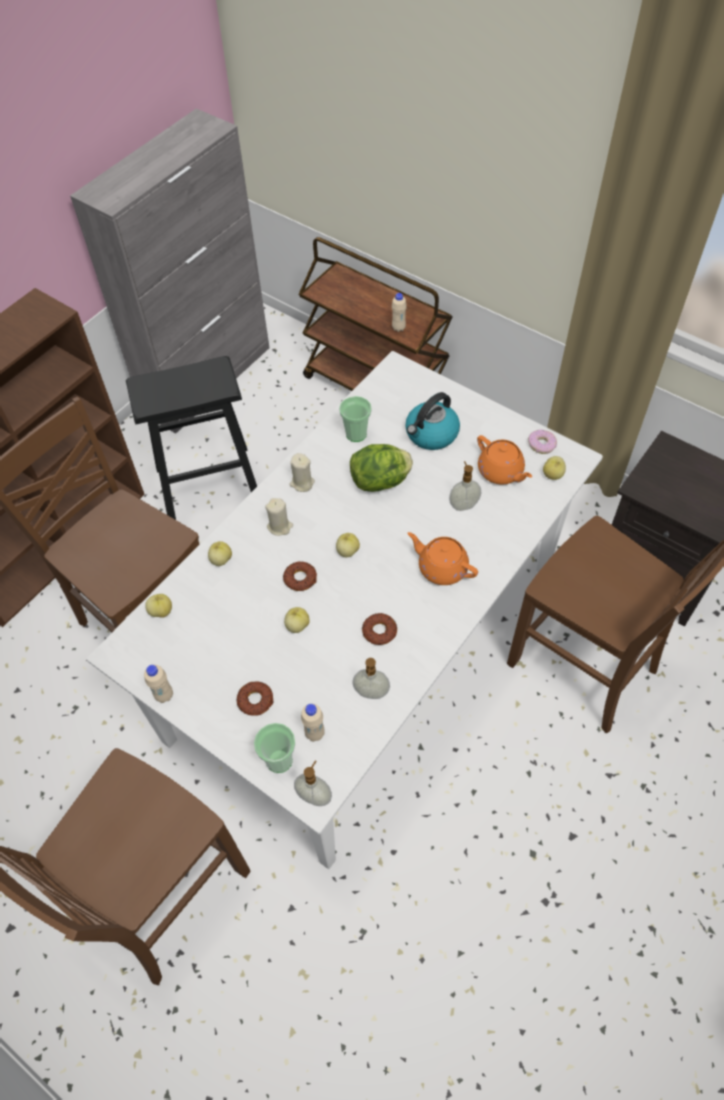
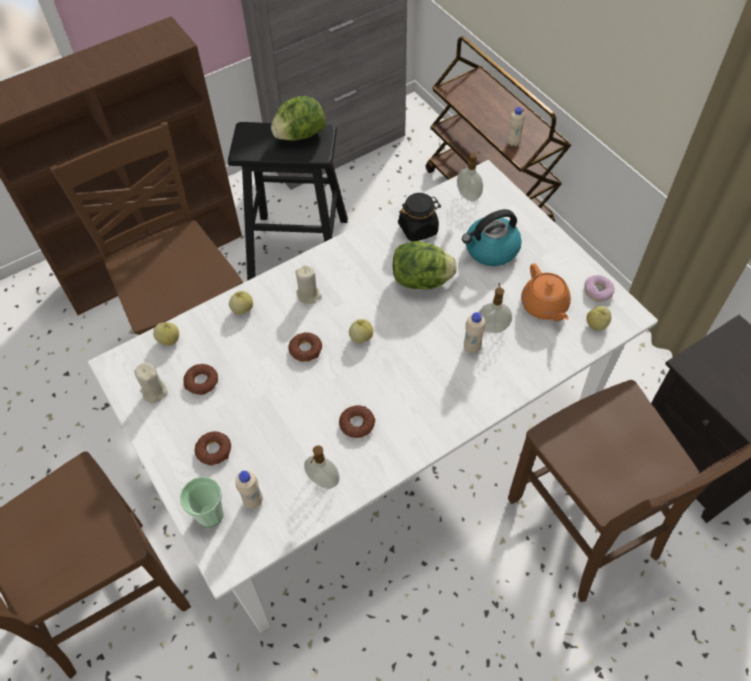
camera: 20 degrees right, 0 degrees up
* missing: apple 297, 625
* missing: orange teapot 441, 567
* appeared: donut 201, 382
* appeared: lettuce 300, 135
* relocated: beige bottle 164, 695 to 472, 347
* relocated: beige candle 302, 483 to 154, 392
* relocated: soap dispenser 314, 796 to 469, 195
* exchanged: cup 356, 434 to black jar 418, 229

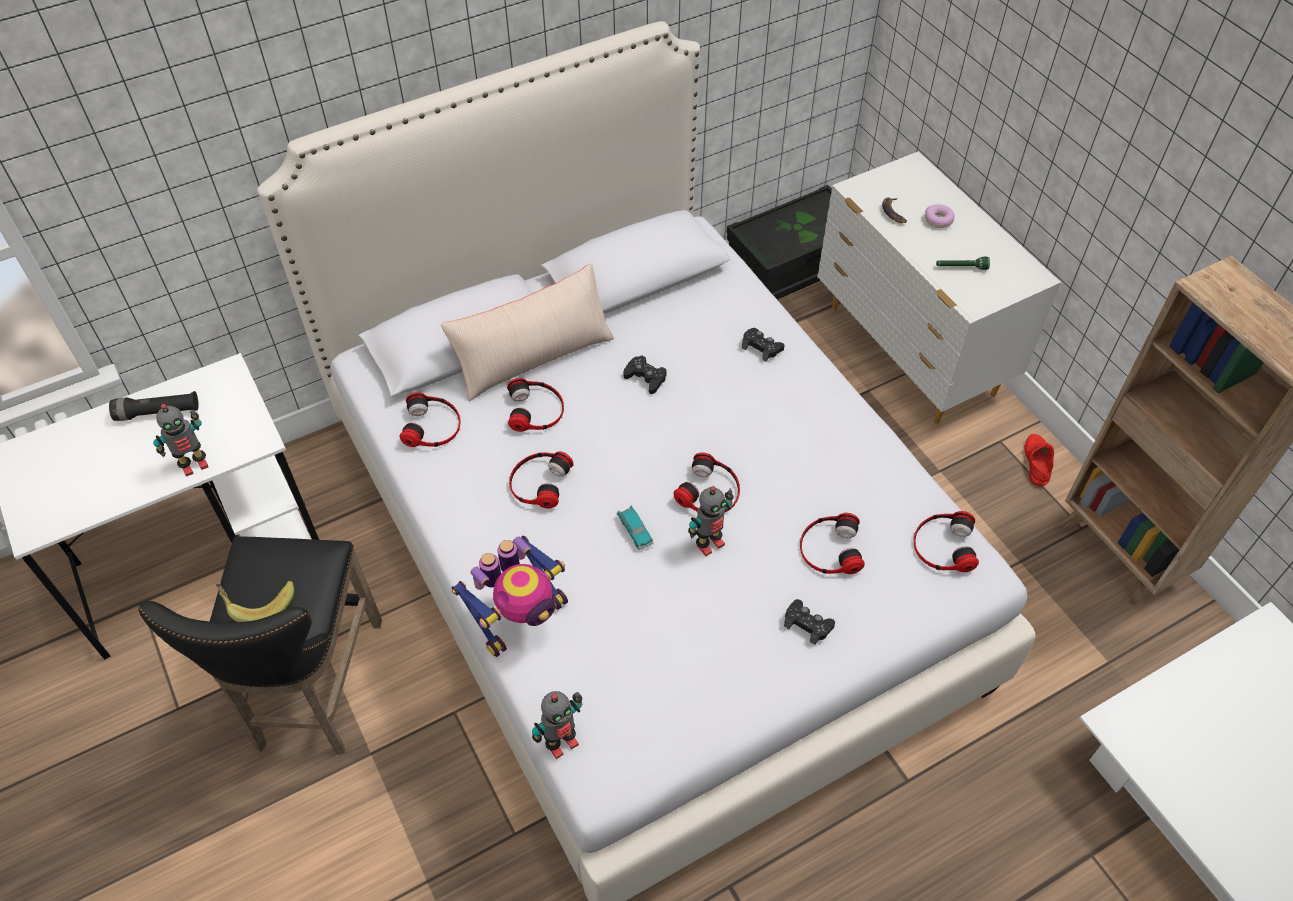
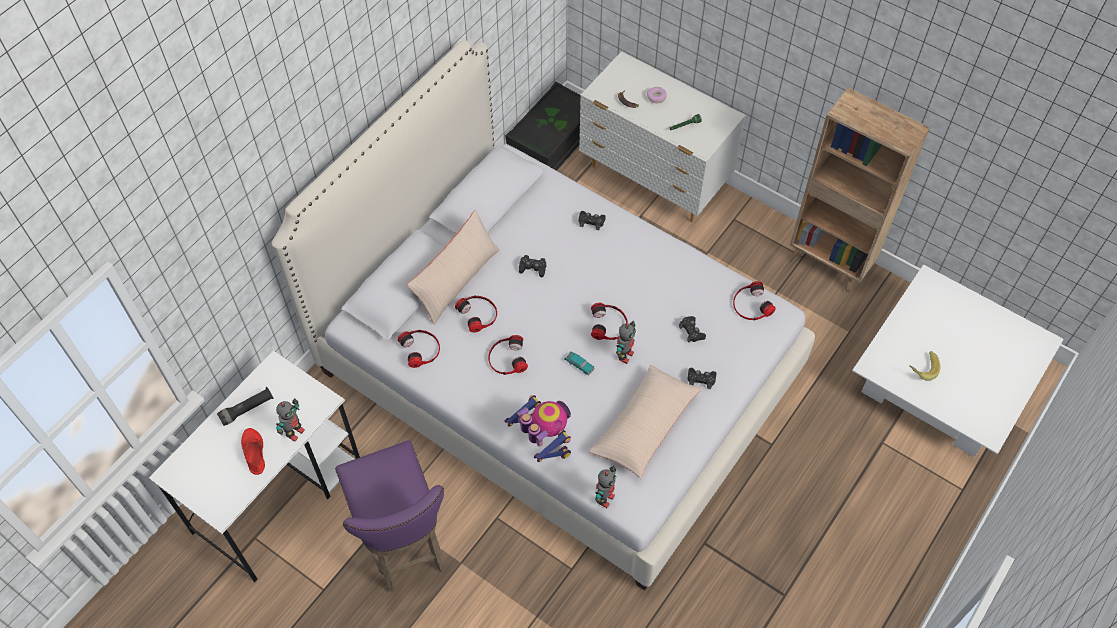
camera: 25 degrees left, 5 degrees up
* appeared: beige pillow 644, 426
* relocated: banana 259, 603 to 921, 369
* relocated: red shoe 1035, 462 to 253, 453
* exchanged: headphones 829, 549 to black game controller 691, 331
* colour: black stool 312, 692 to purple stool 402, 543
* spun: toy robot 520, 617 = 543, 441 60 degrees counterclockwise

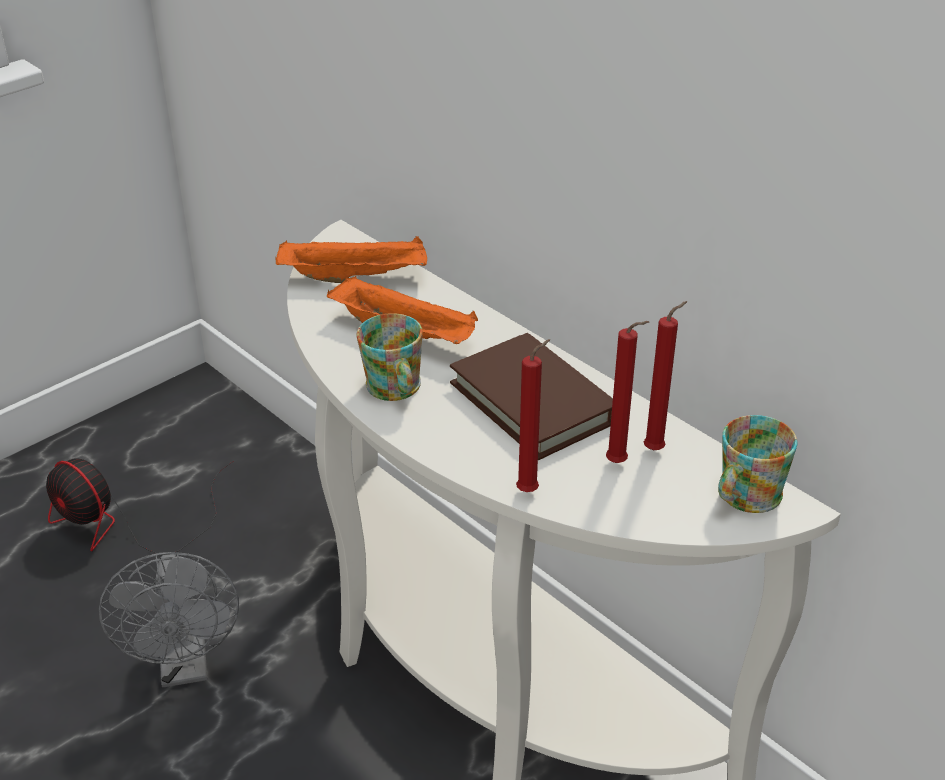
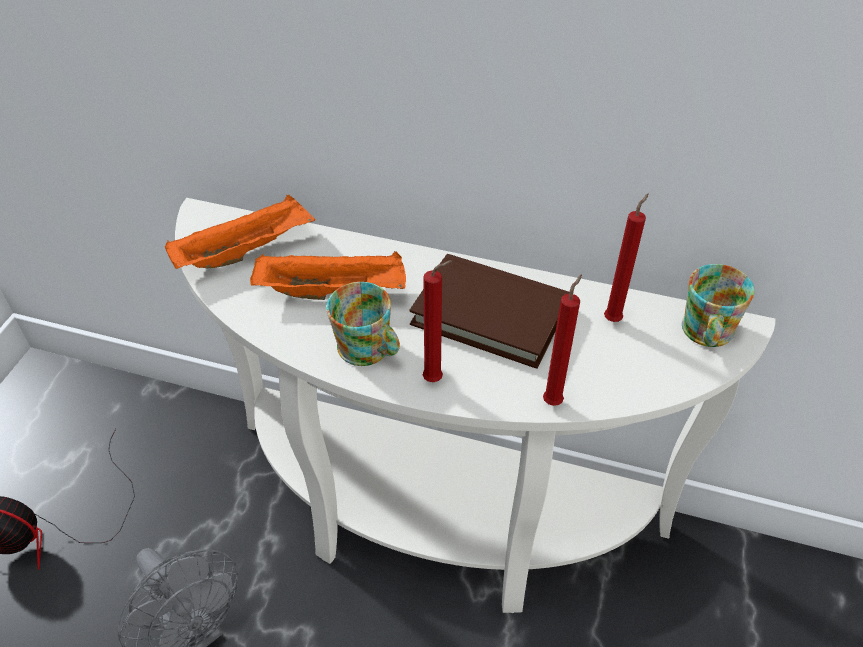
camera: 30 degrees left, 10 degrees up
* relocated: red candle 619, 464 to 436, 379

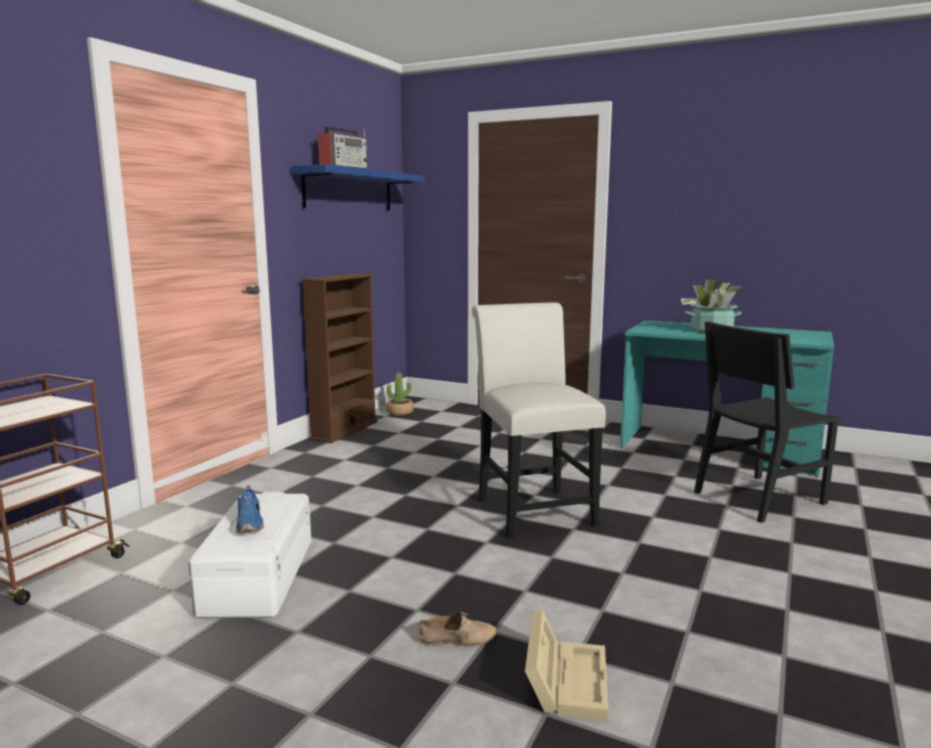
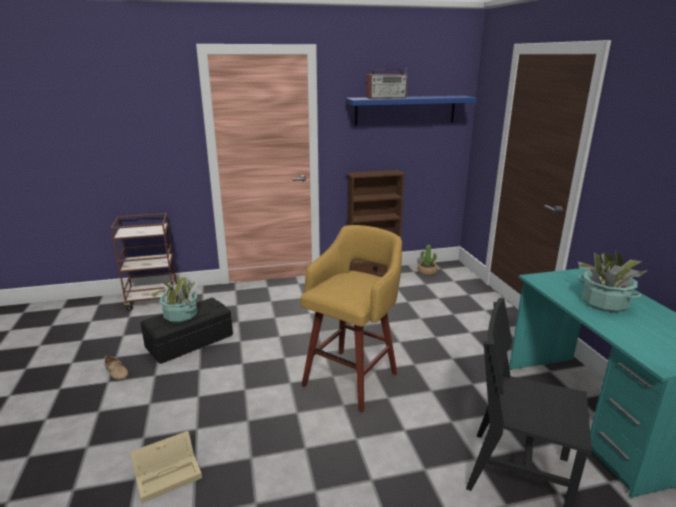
camera: 50 degrees right, 10 degrees up
* relocated: beige shoe 458, 638 to 117, 371
* exchanged: blue shoe 250, 524 to potted plant 181, 315
* exchanged: white chair 531, 508 to yellow stool 352, 377
* colour: white storage box 257, 577 to black storage box 190, 341

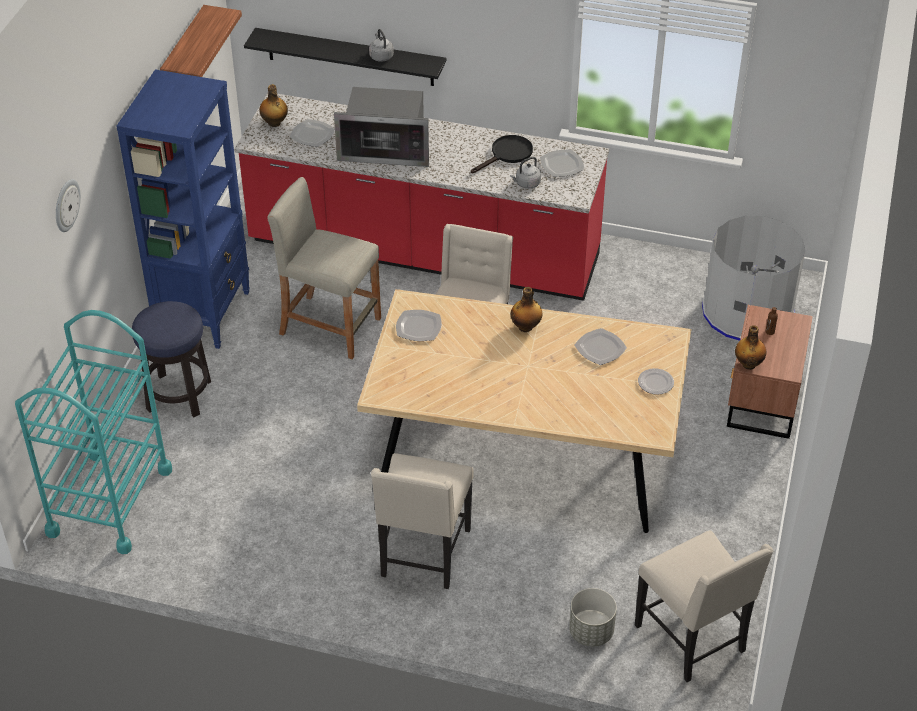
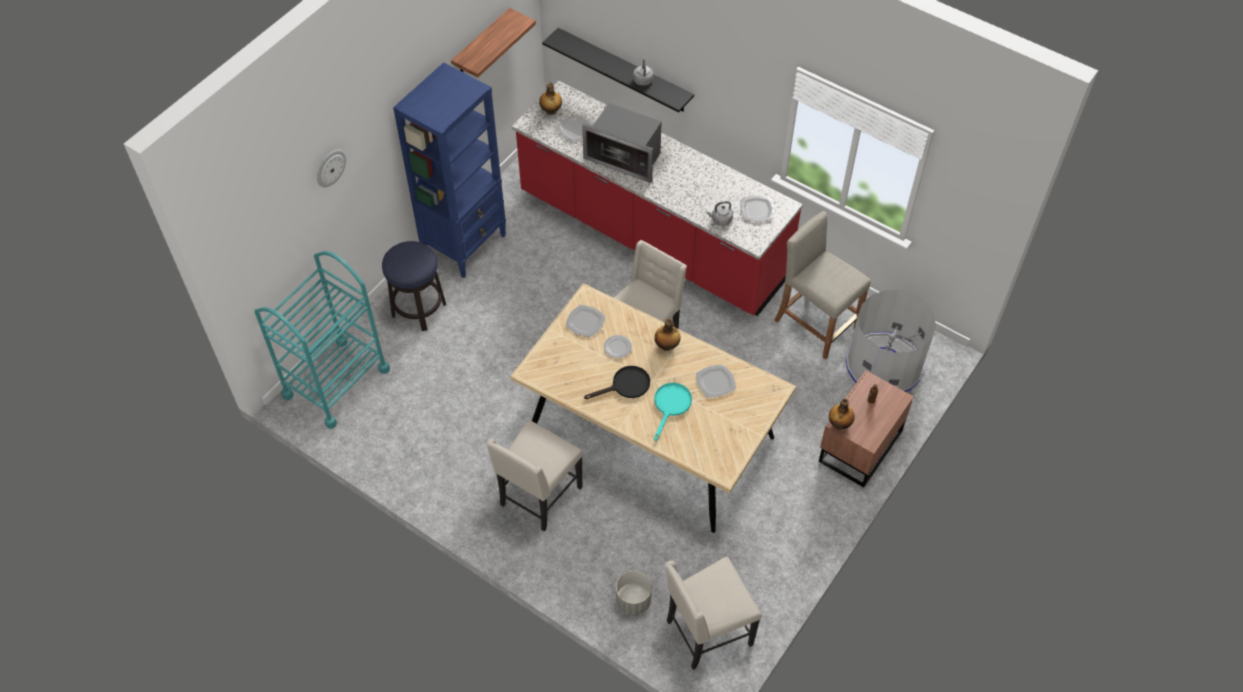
camera: 20 degrees right, 10 degrees up
* appeared: turquoise frying pan 671, 406
* relocated: beige stool 330, 326 to 816, 324
* relocated: black frying pan 507, 154 to 626, 386
* relocated: plate 656, 383 to 618, 348
* spun: beige chair 693, 639 = 707, 633 75 degrees clockwise

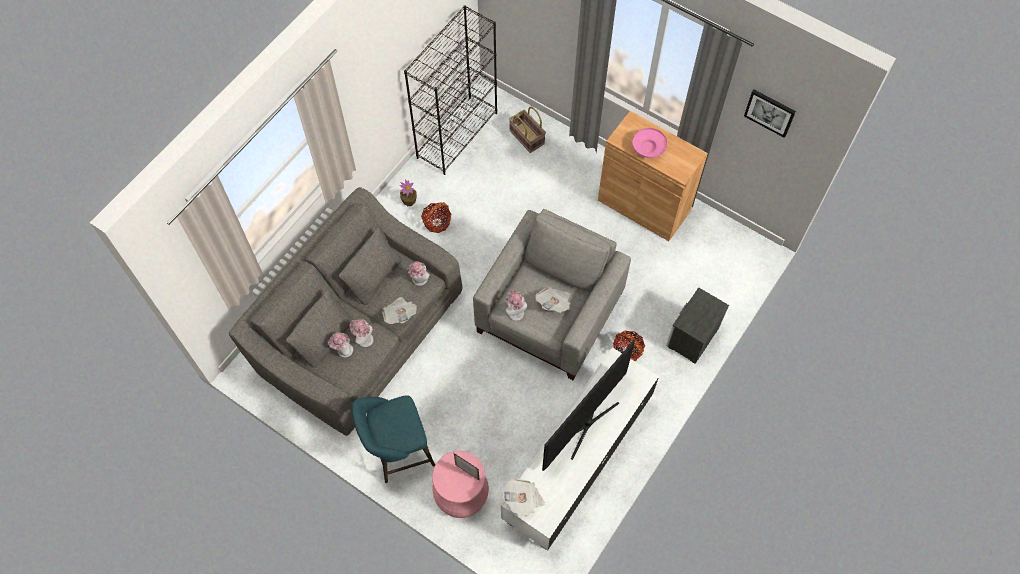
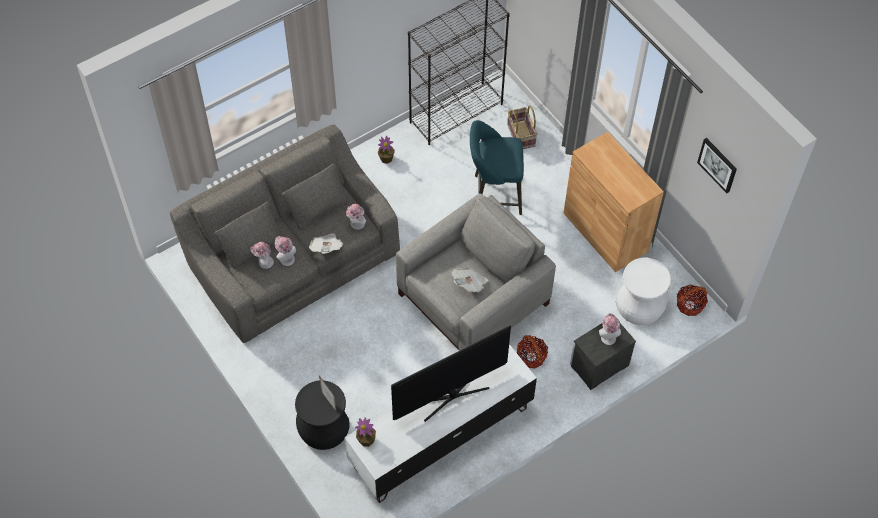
camera: 20 degrees right, 5 degrees down
* missing: pink bowl 648, 148
* appeared: white stool 640, 306
* relocated: turquoise stool 398, 451 to 494, 195
* relocated: basket 437, 222 to 690, 305
* relocated: hat 515, 311 to 608, 336
* exchanged: newspaper 523, 500 to potted plant 366, 440
* colour: pink stool 460, 493 to black stool 323, 428

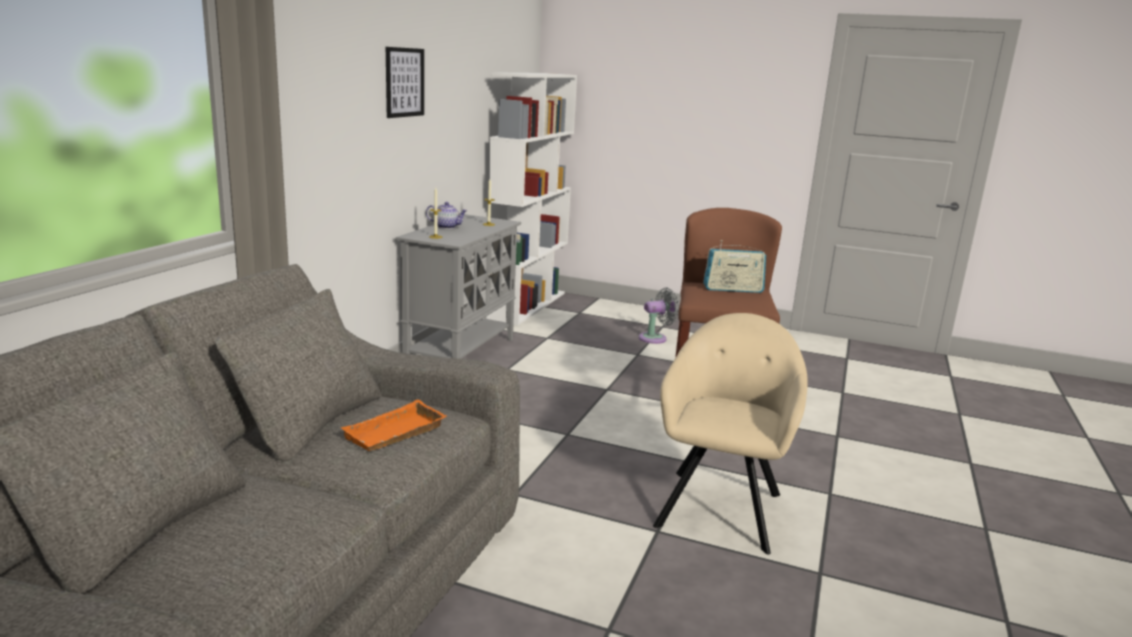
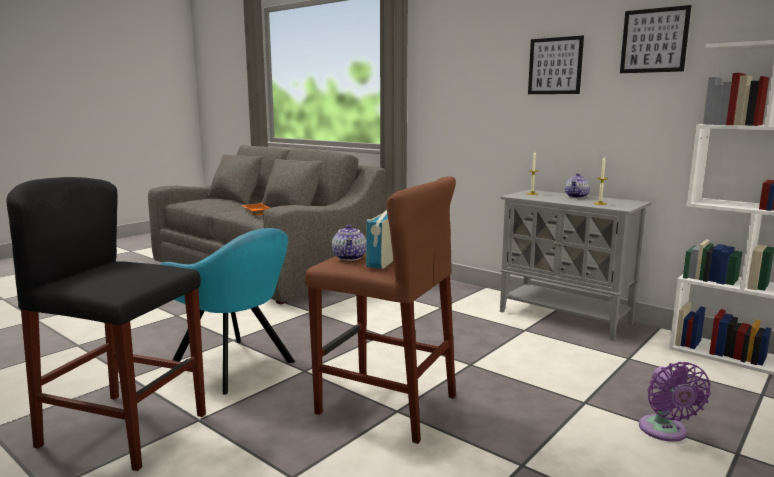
camera: 110 degrees right, 5 degrees down
* appeared: black stool 124, 430
* appeared: teapot 350, 258
* appeared: picture 654, 40
* colour: grey fan 655, 338 to purple fan 665, 432
* colour: beige armchair 720, 506 to turquoise armchair 236, 366

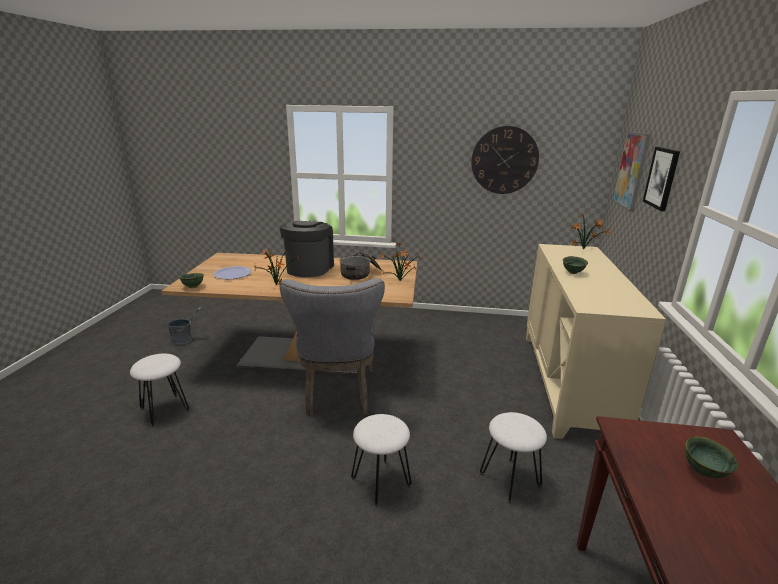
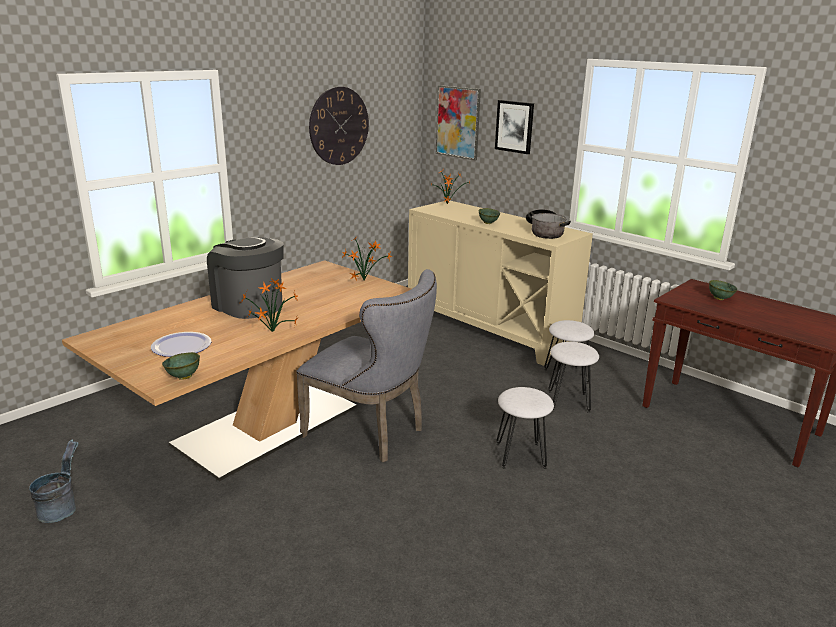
camera: 55 degrees left, 0 degrees up
* relocated: white stool 164, 409 to 565, 376
* relocated: cooking pot 360, 274 to 545, 232

